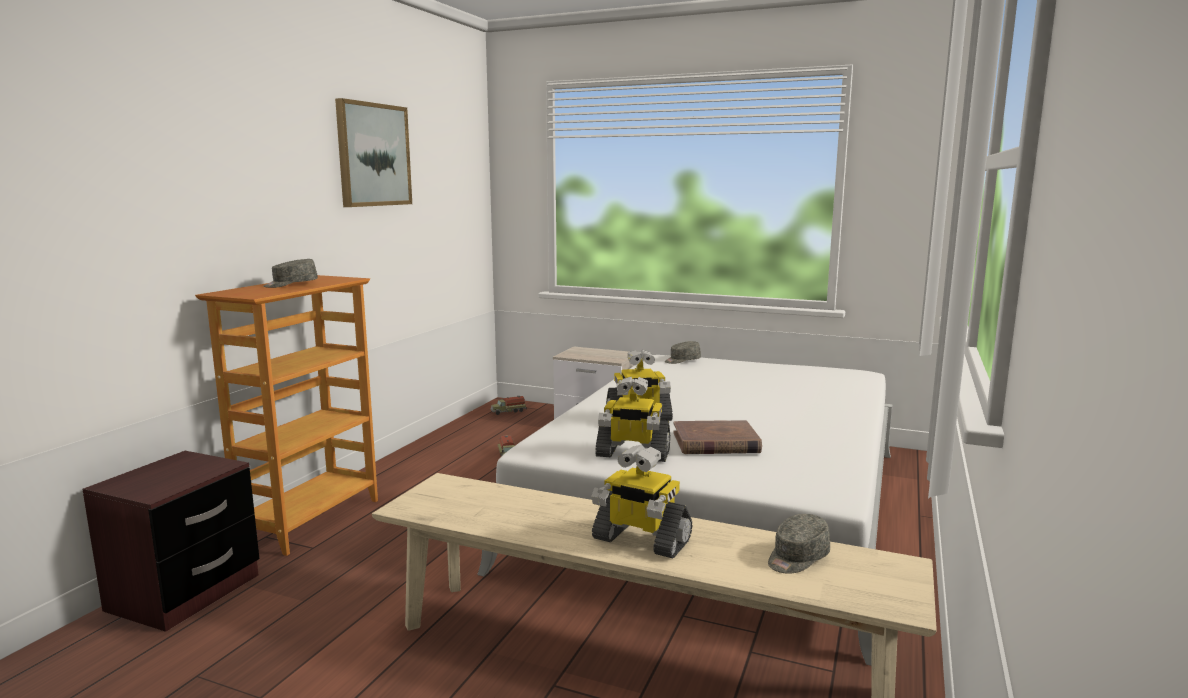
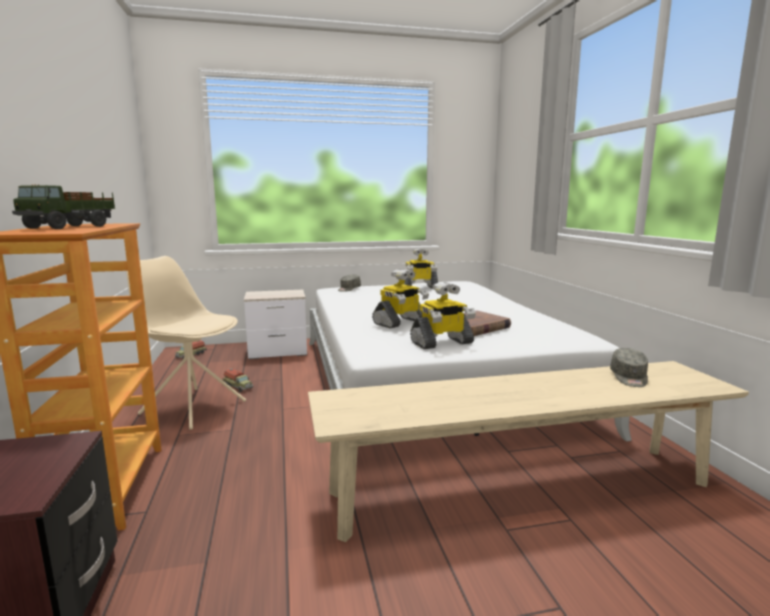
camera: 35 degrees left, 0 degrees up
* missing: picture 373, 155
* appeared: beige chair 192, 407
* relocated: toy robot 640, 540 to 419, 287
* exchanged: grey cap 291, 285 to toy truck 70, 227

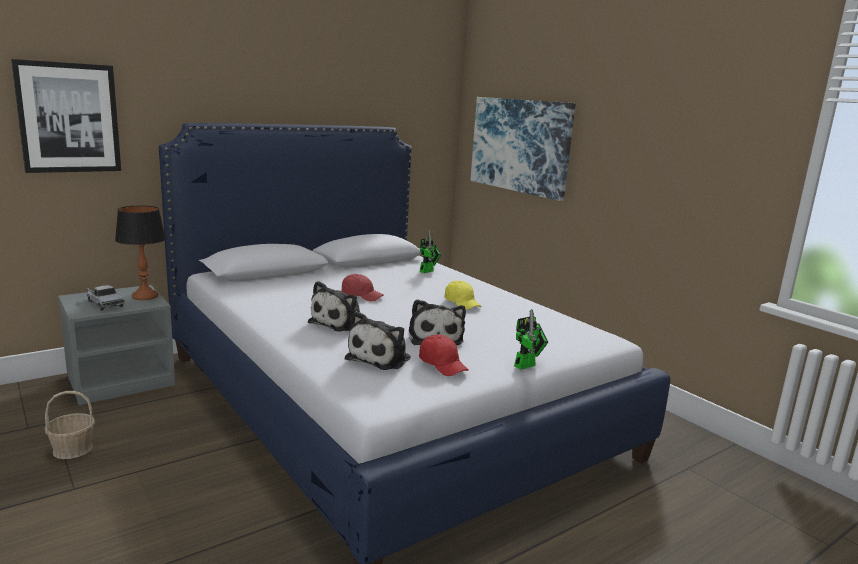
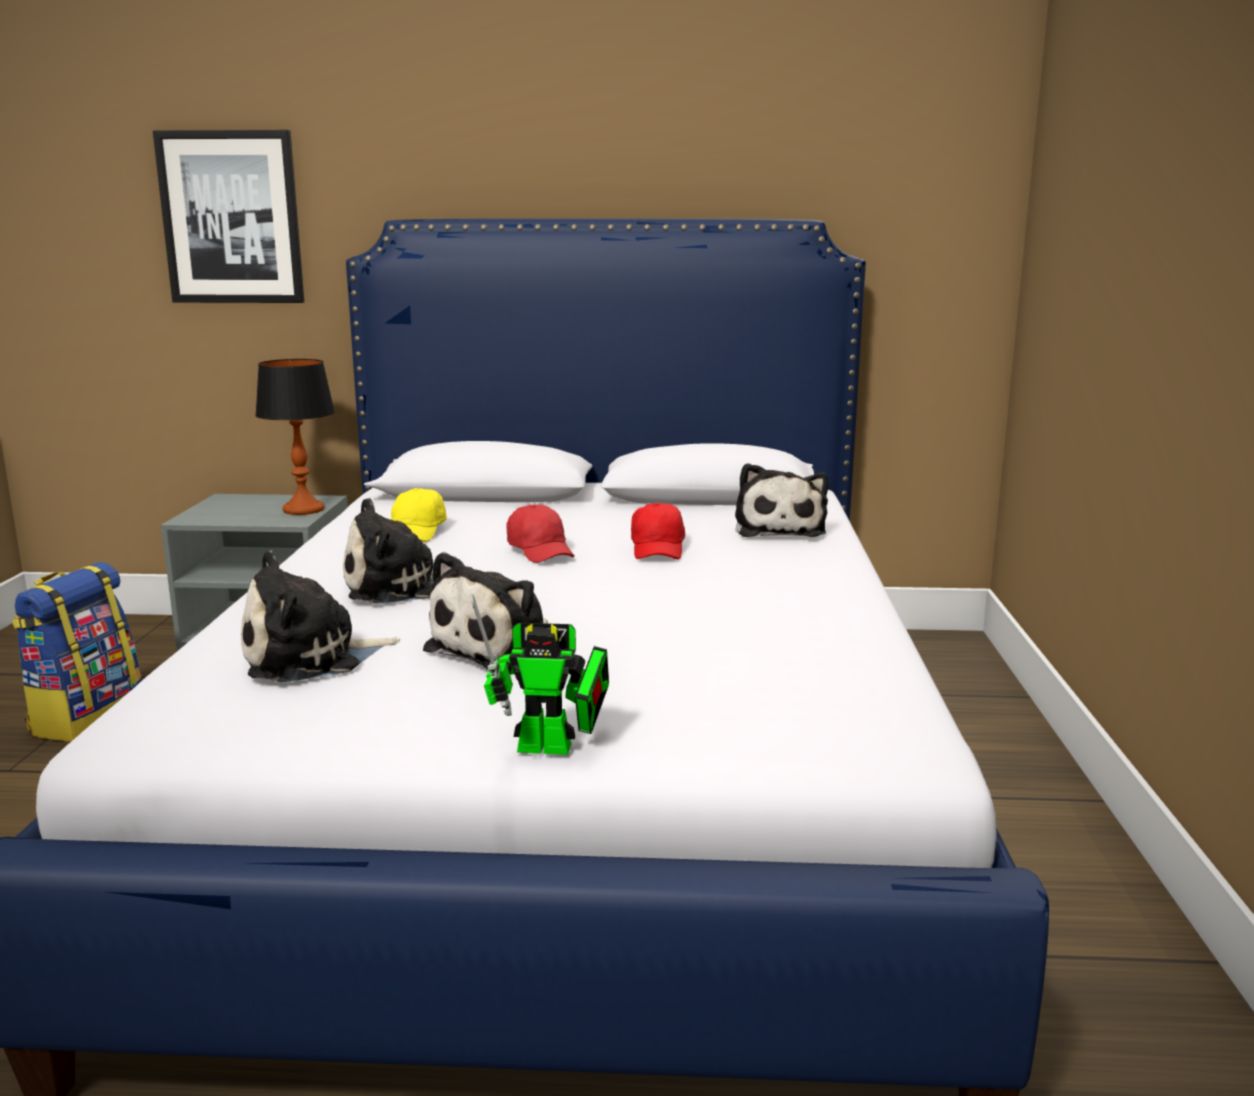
camera: 40 degrees right, 0 degrees up
* missing: toy truck 104, 303
* missing: picture 520, 145
* relocated: red cap 442, 365 to 658, 549
* relocated: yellow cap 462, 303 to 417, 532
* exchanged: basket 72, 449 to backpack 86, 718
* exchanged: toy robot 428, 271 to plush toy 779, 529

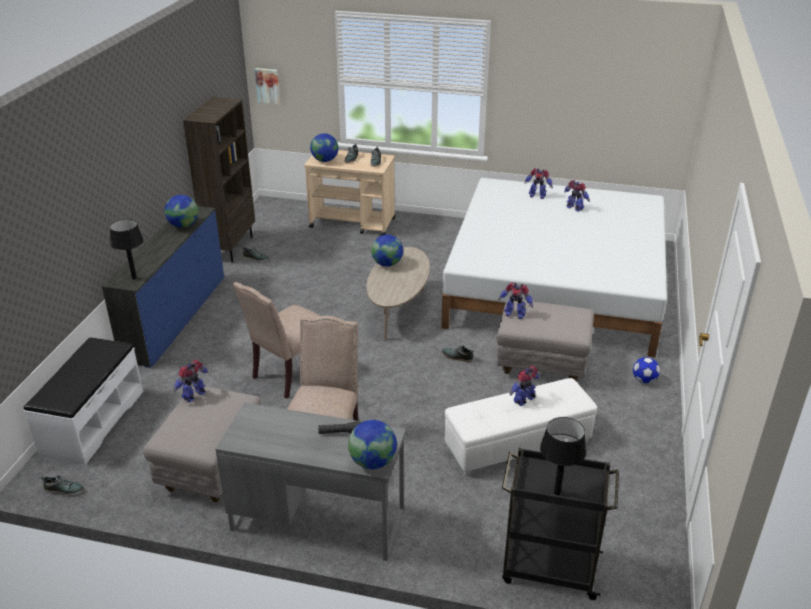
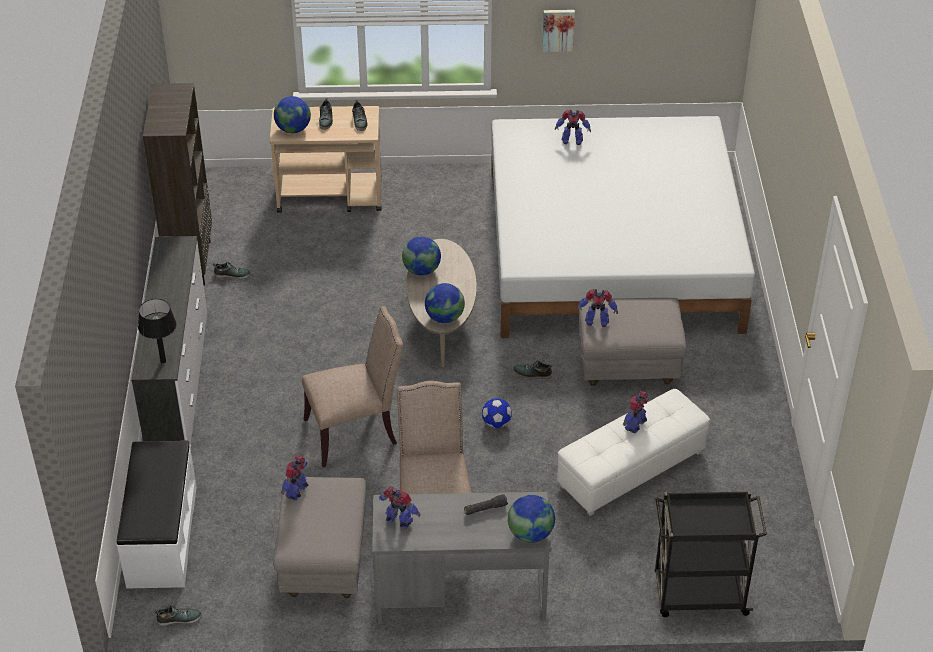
camera: 15 degrees left, 10 degrees up
* missing: black table lamp 557, 492
* relocated: globe 183, 225 to 444, 317
* relocated: picture 268, 85 to 558, 29
* relocated: toy robot 574, 208 to 399, 521
* relocated: football 644, 380 to 496, 423
* colour: blue dresser 176, 317 to white dresser 178, 381
* spun: beige chair 291, 374 = 355, 432 135 degrees counterclockwise

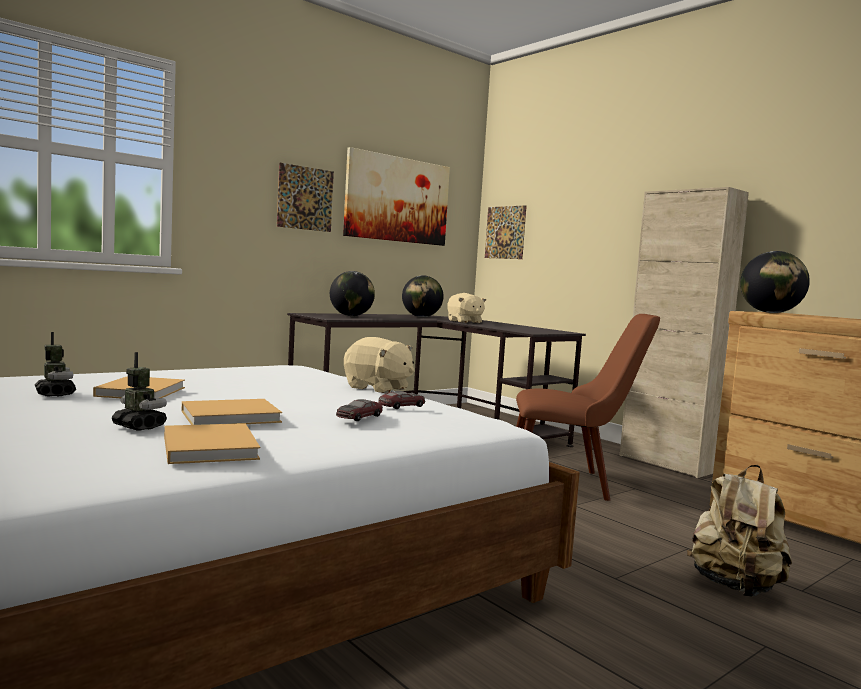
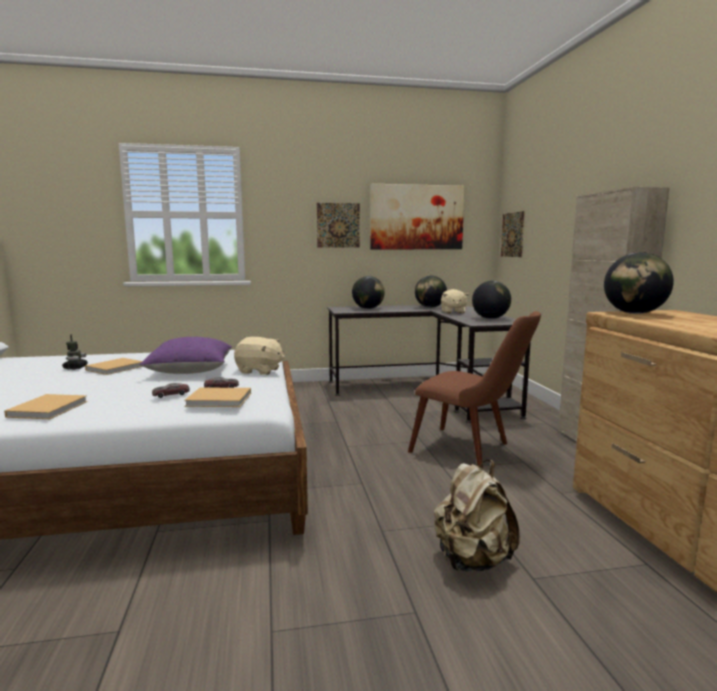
camera: 30 degrees right, 5 degrees up
* missing: toy robot 139, 427
* appeared: purple pillow 190, 371
* appeared: globe 490, 318
* relocated: beige book 234, 416 to 221, 400
* spun: beige plush toy 378, 388 = 259, 371 45 degrees counterclockwise

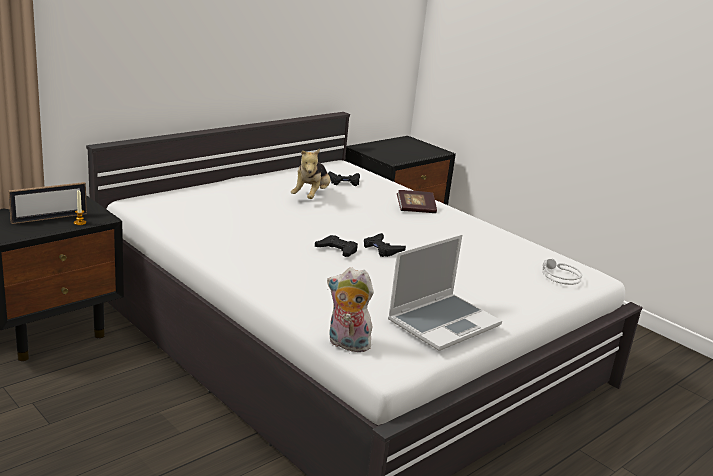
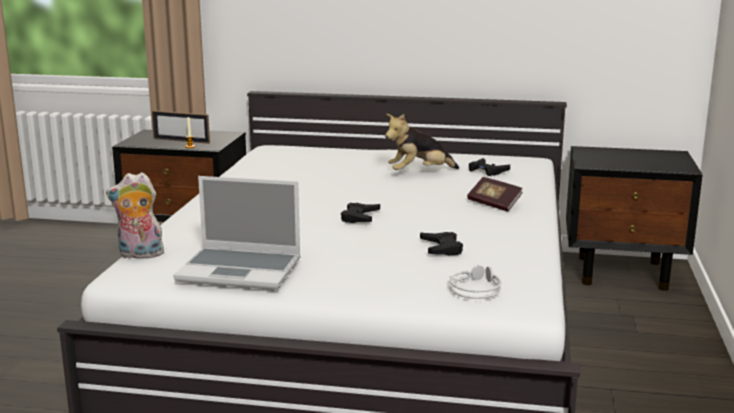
camera: 55 degrees right, 5 degrees down
* relocated: black game controller 337, 250 to 441, 248
* spun: plush toy 346, 345 = 139, 255 75 degrees counterclockwise

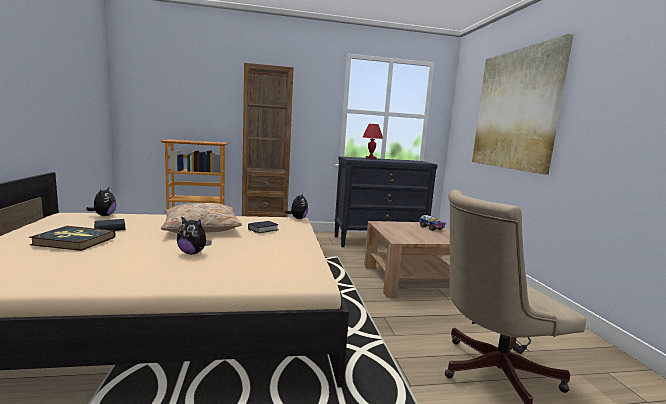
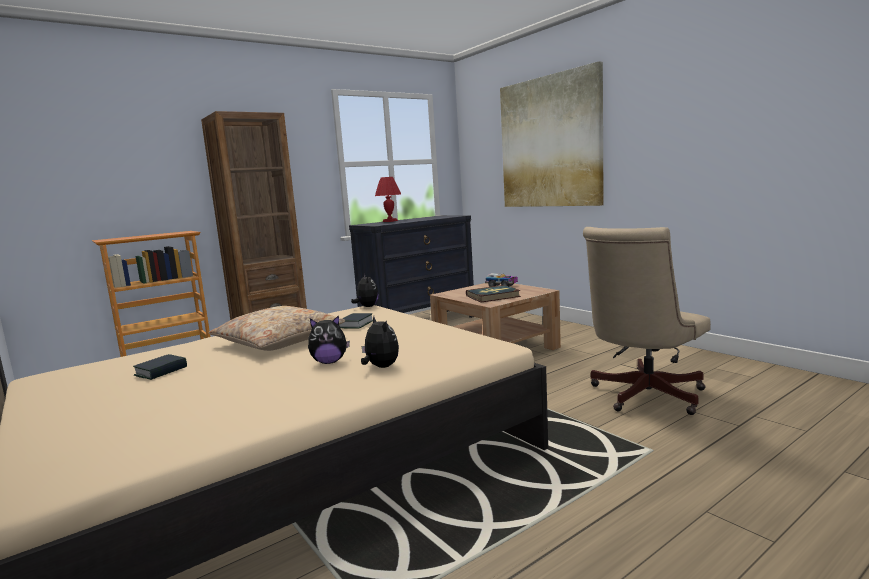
camera: 25 degrees left, 0 degrees up
* relocated: book 74, 241 to 493, 296
* relocated: plush toy 104, 215 to 380, 367

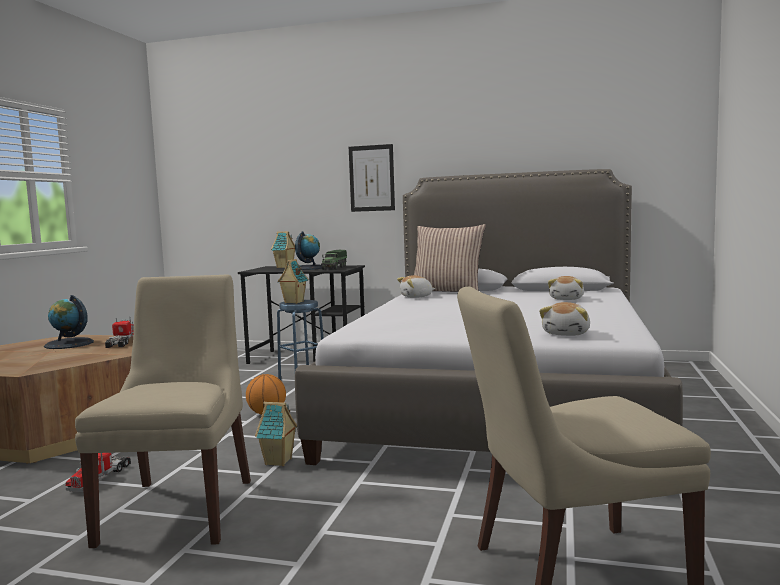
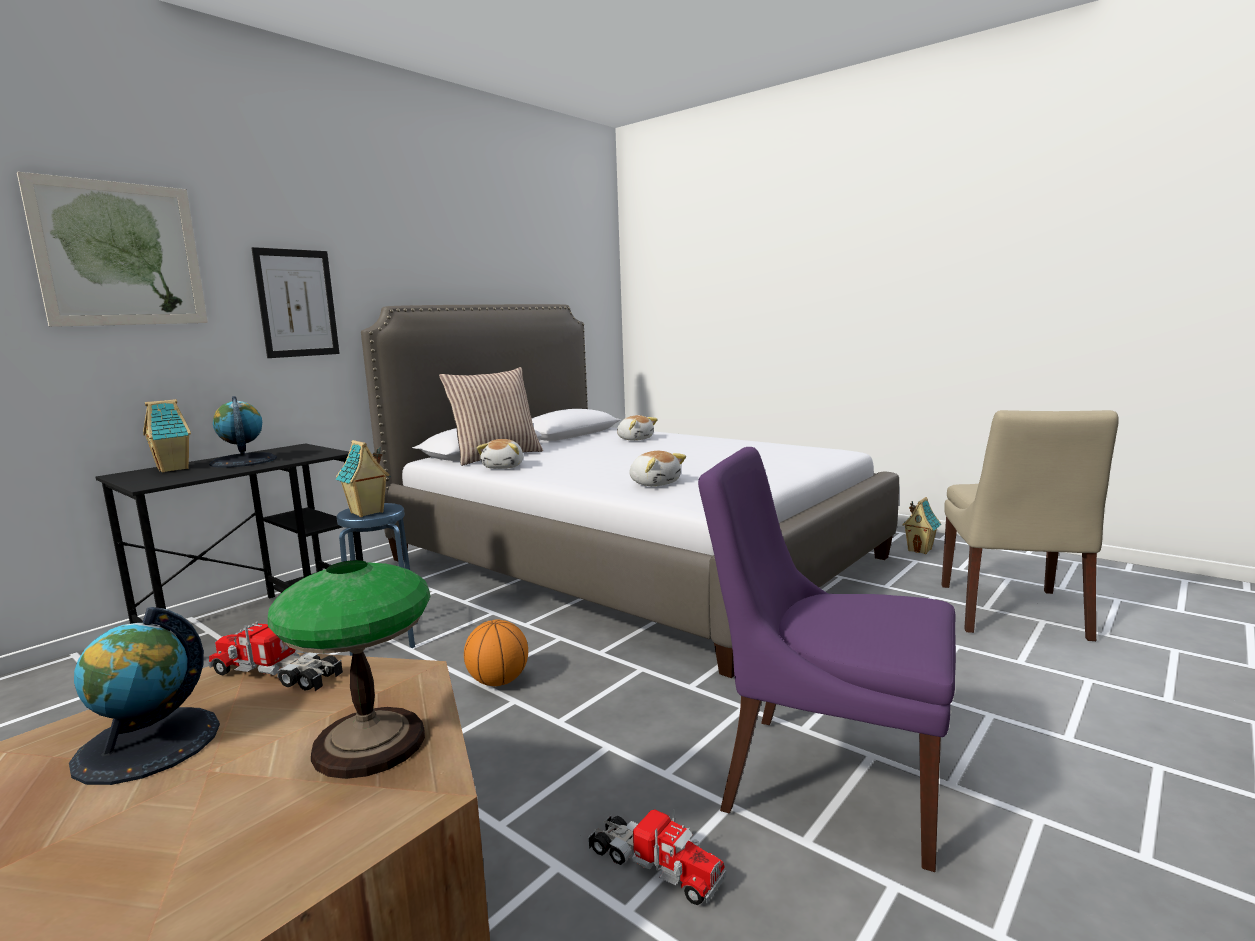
camera: 65 degrees left, 5 degrees up
* missing: toy truck 334, 268
* appeared: picture 120, 254
* appeared: table lamp 370, 743
* relocated: toy house 279, 462 to 920, 550
* relocated: plush toy 567, 334 to 655, 483
* colour: beige chair 180, 508 to purple chair 825, 781

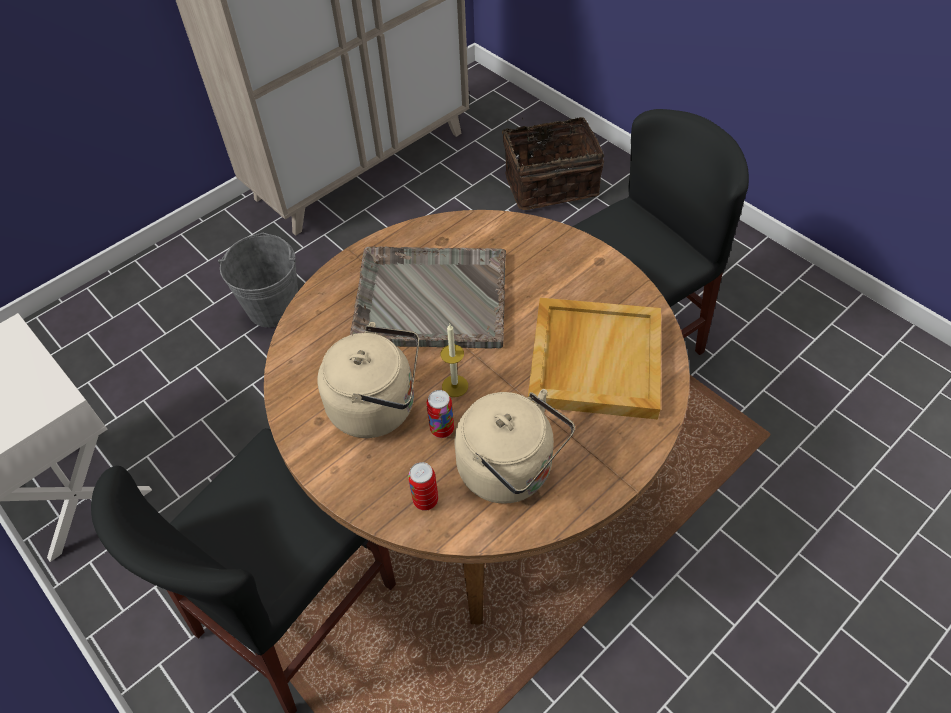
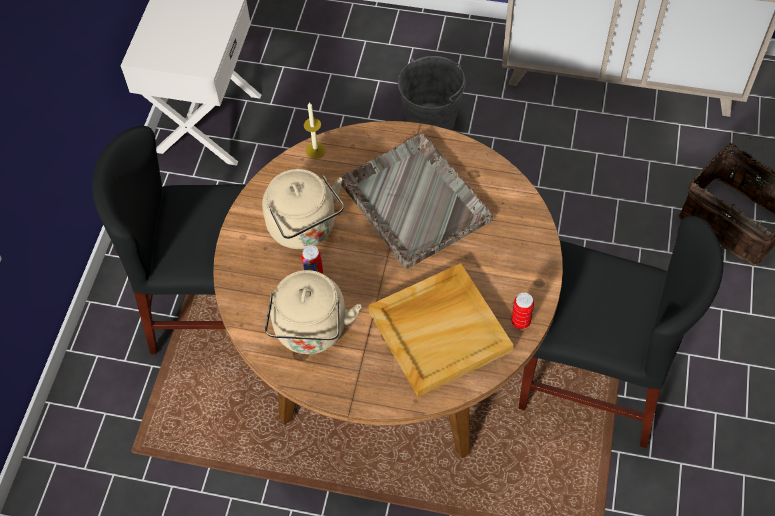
camera: 55 degrees right, 5 degrees up
* relocated: can 425, 500 to 520, 321
* relocated: candle 455, 386 to 315, 150

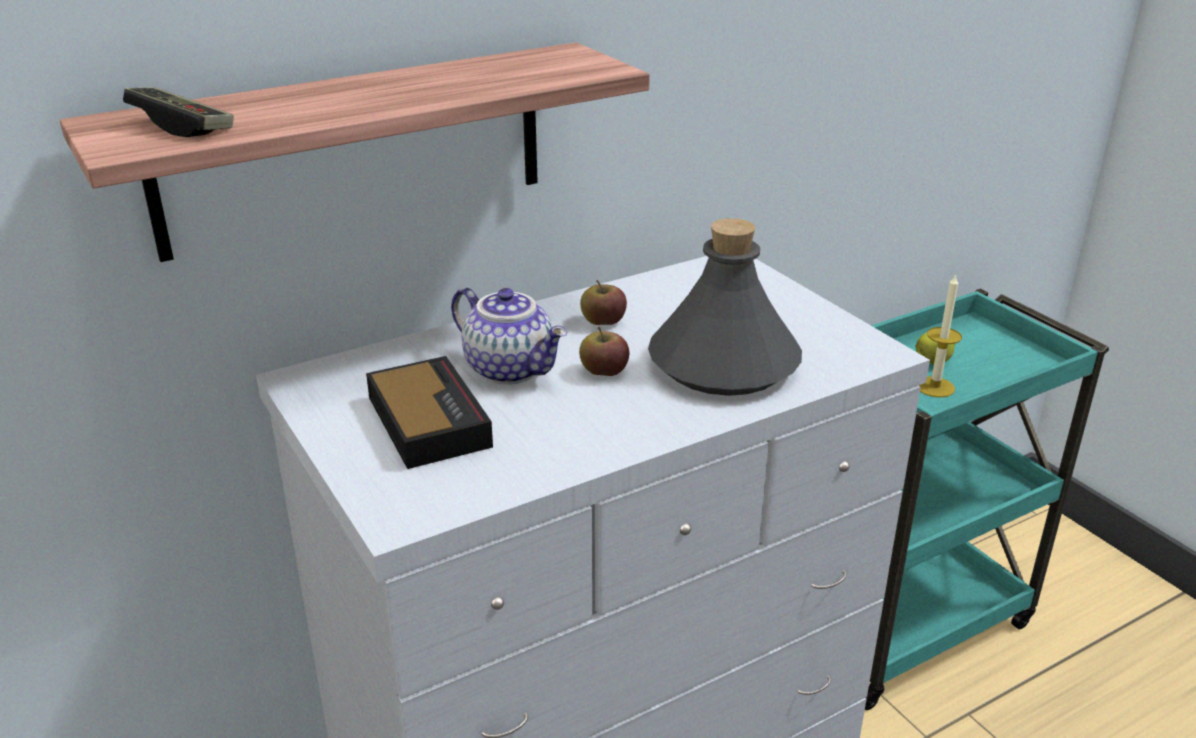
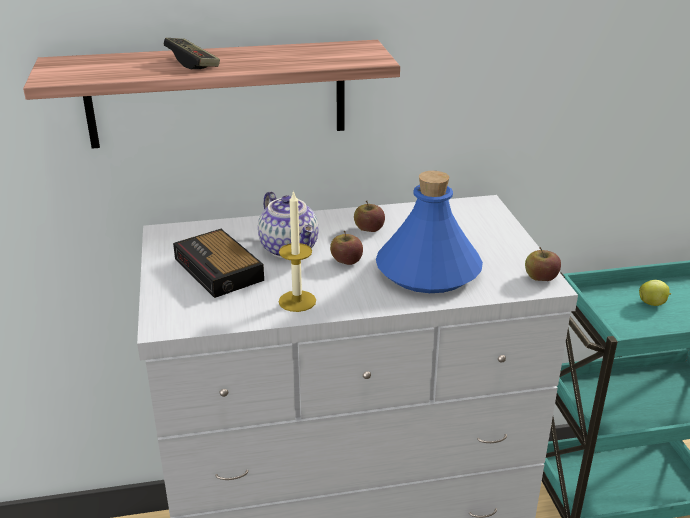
camera: 20 degrees right, 0 degrees up
* appeared: apple 540, 278
* relocated: game controller 182, 127 to 192, 63
* relocated: candle 934, 387 to 297, 301
* colour: grey bottle 722, 364 to blue bottle 427, 271
* spun: alarm clock 427, 420 = 219, 270 150 degrees clockwise

